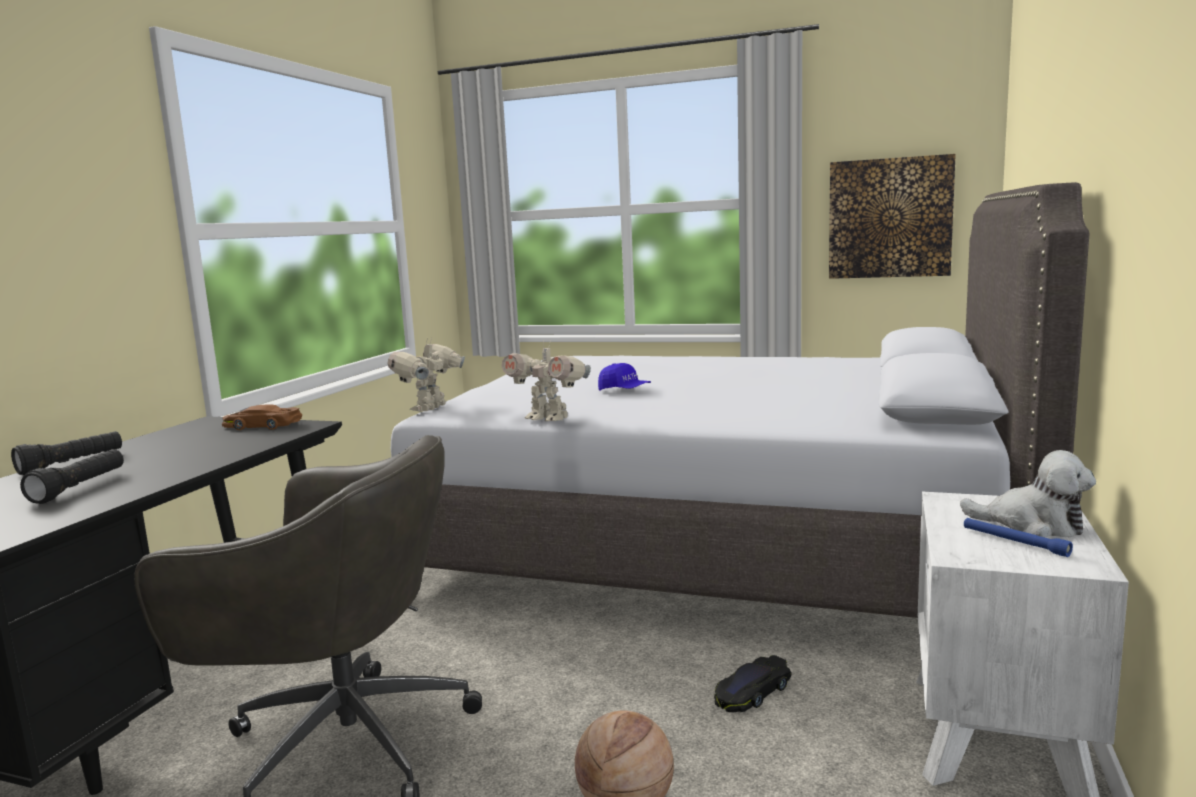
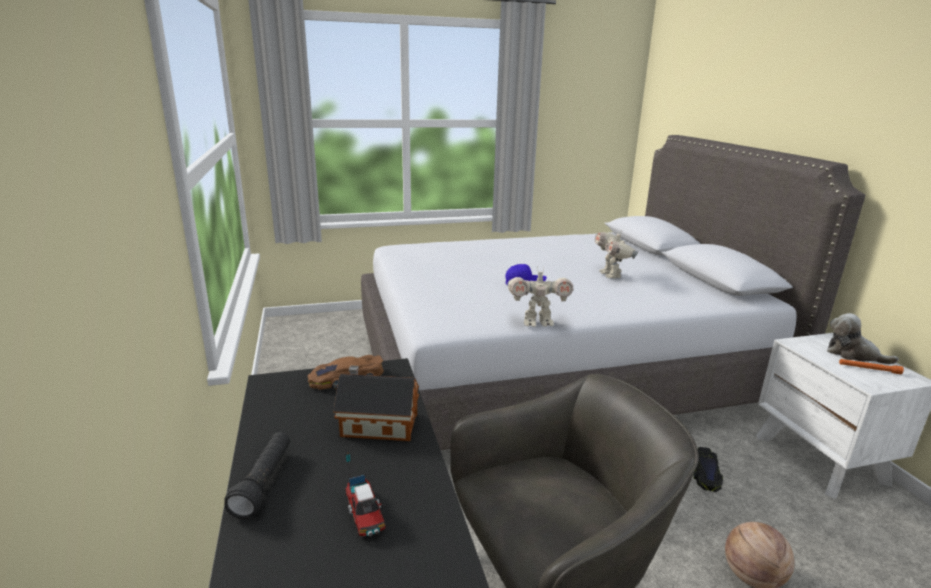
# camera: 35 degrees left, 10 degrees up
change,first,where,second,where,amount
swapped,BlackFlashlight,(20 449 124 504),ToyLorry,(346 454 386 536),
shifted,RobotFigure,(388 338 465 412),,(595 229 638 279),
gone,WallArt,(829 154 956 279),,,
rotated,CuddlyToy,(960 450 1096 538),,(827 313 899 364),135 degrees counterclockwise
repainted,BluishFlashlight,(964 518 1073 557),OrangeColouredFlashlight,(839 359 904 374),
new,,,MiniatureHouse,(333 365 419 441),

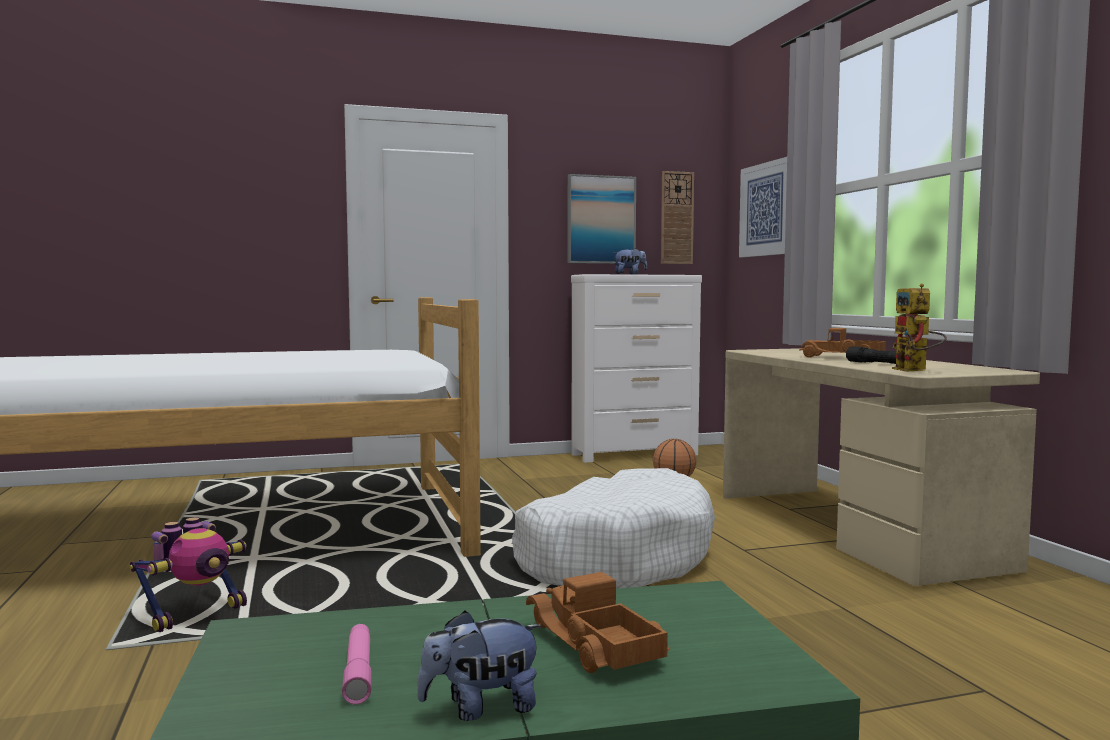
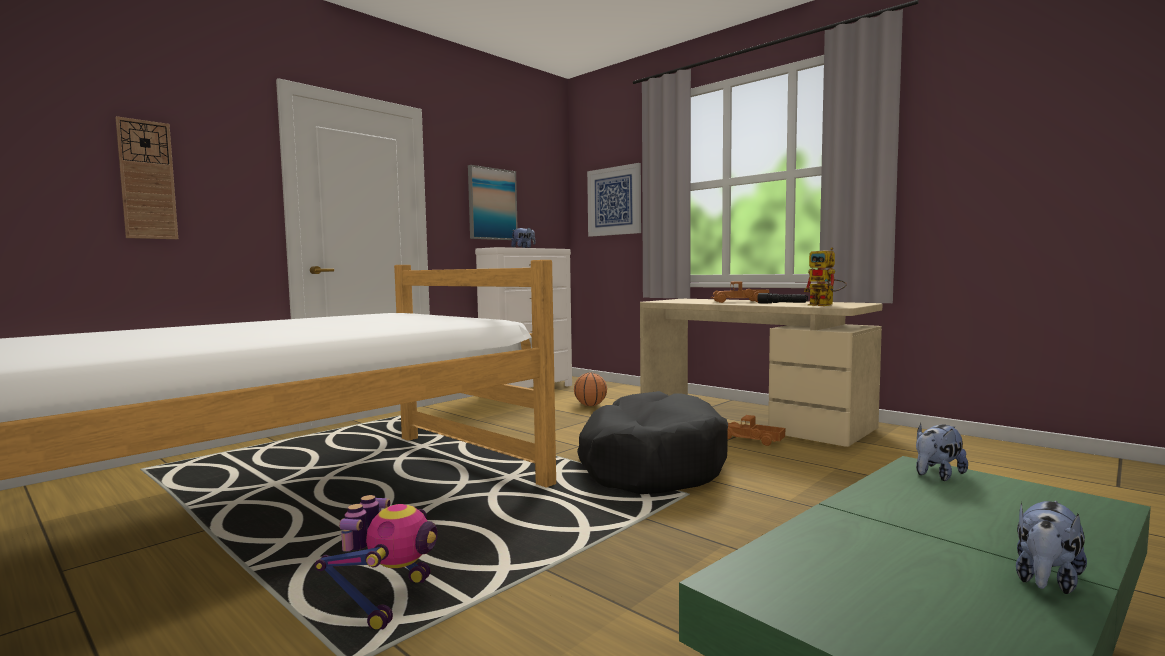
# camera: 30 degrees left, 0 degrees up
change,first,where,second,where,amount
gone,PinkColouredFlashlight,(342 624 372 704),,,
repainted,WhitishPetBed,(512 468 715 589),BlackPetBed,(577 391 728 494),
shifted,ToyLorry,(526 572 670 673),,(727 415 785 446),
shifted,WallClock,(661 171 694 264),,(116 116 178 239),
new,,,CuddlyToy,(916 423 968 481),

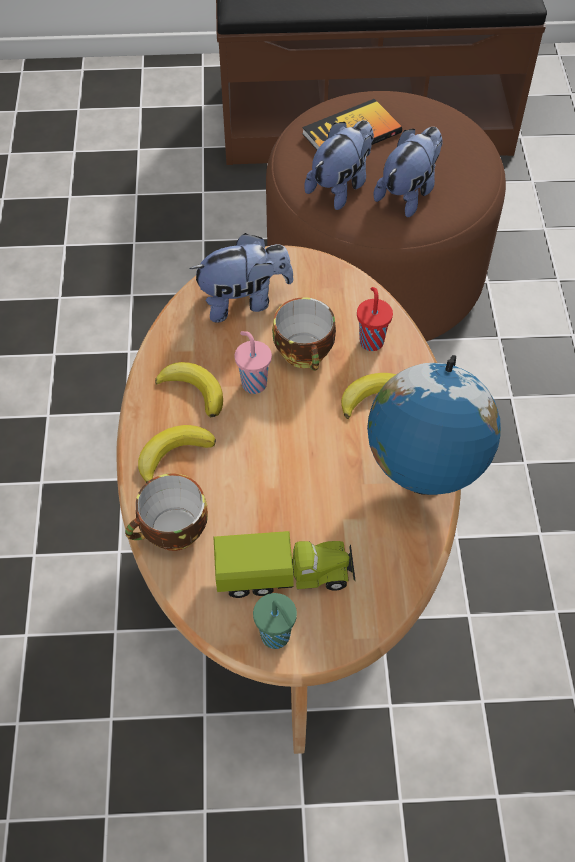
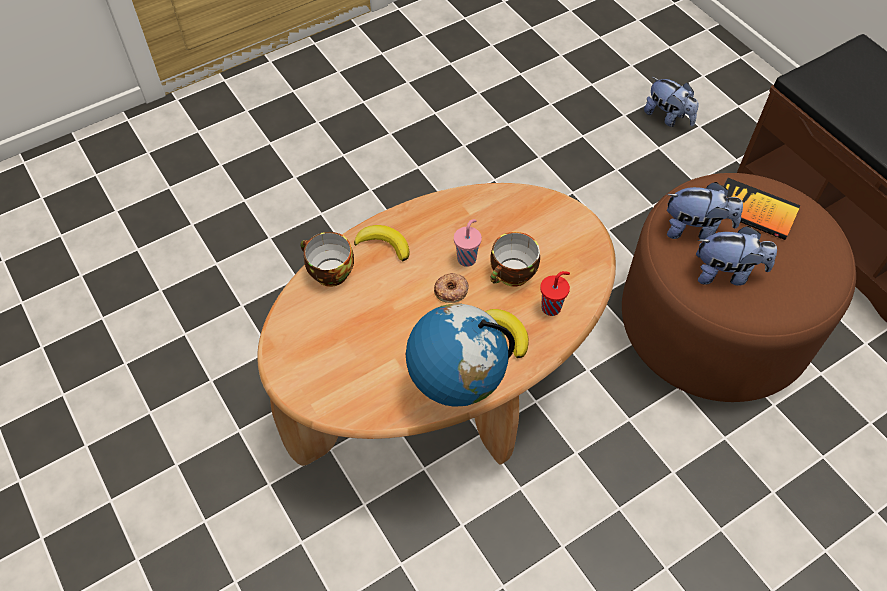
# camera: 60 degrees right, 0 degrees up
change,first,where,second,where,amount
gone,WholeBanana,(155 362 223 418),,,
shifted,CuddlyToy,(189 233 293 322),,(644 77 699 127),
gone,ToyLorry,(213 531 356 598),,,
gone,GreenCup,(253 593 297 649),,,
new,,,RingDoughnut,(434 273 469 303),

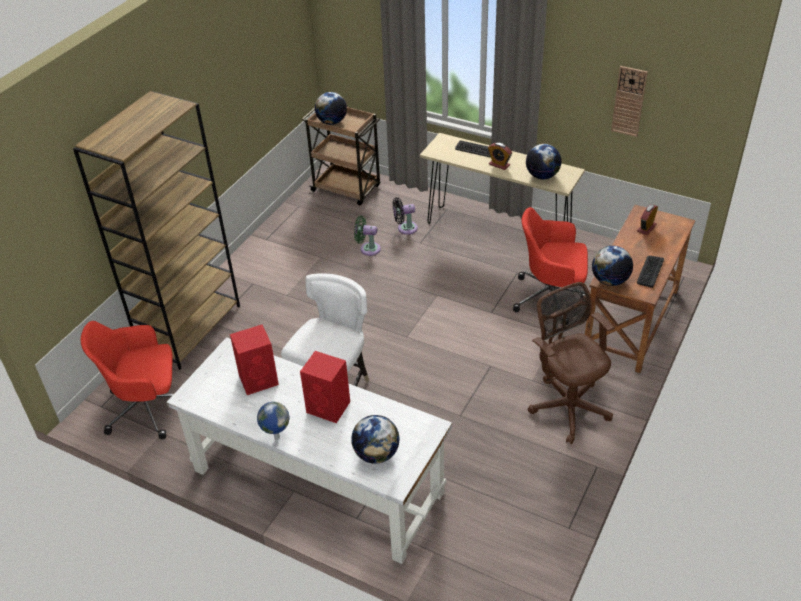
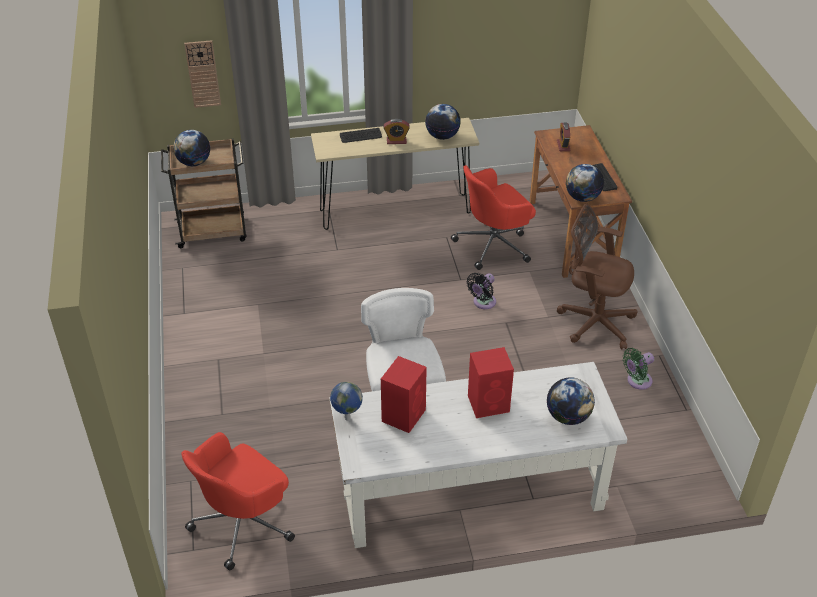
# camera: 40 degrees left, 0 degrees up
change,first,where,second,where,amount
gone,BrownishBookcase,(73 91 240 370),,,
shifted,DeskGlobe,(257 402 290 440),,(330 382 363 421),
shifted,GreenCoolingFan,(354 216 381 256),,(623 348 654 390),
shifted,BlackCoolingFan,(393 197 418 235),,(466 273 496 309),
shifted,WallClock,(611 66 648 137),,(184 40 221 108),

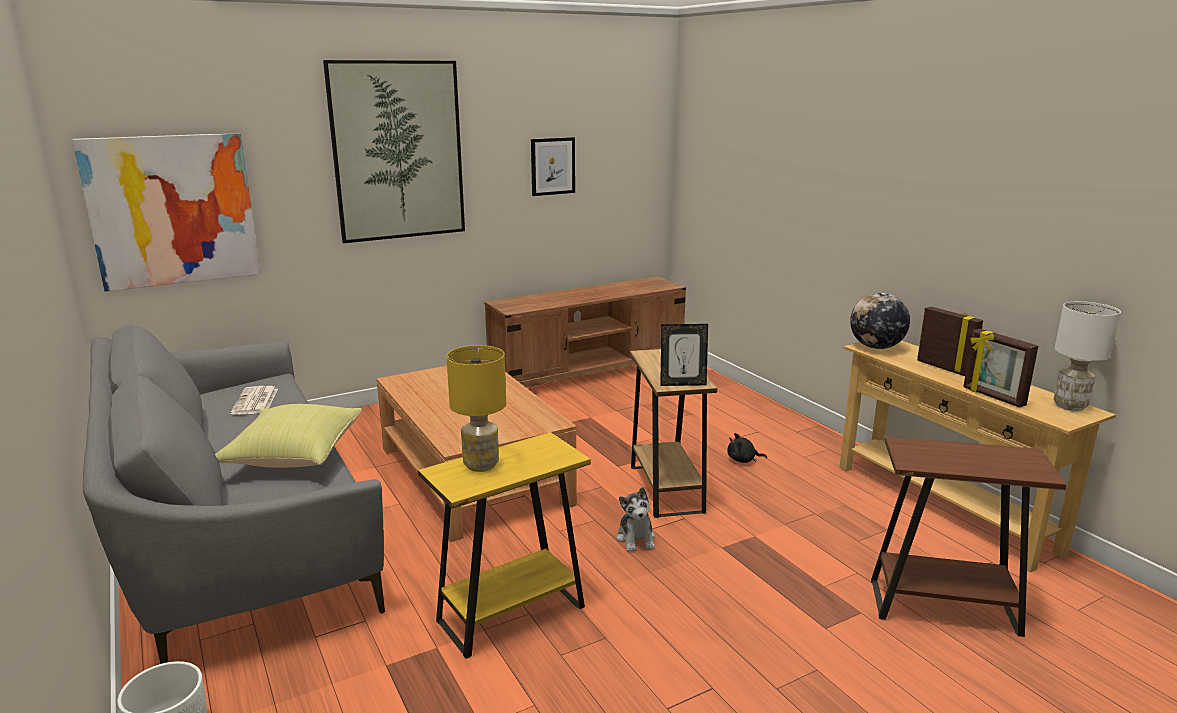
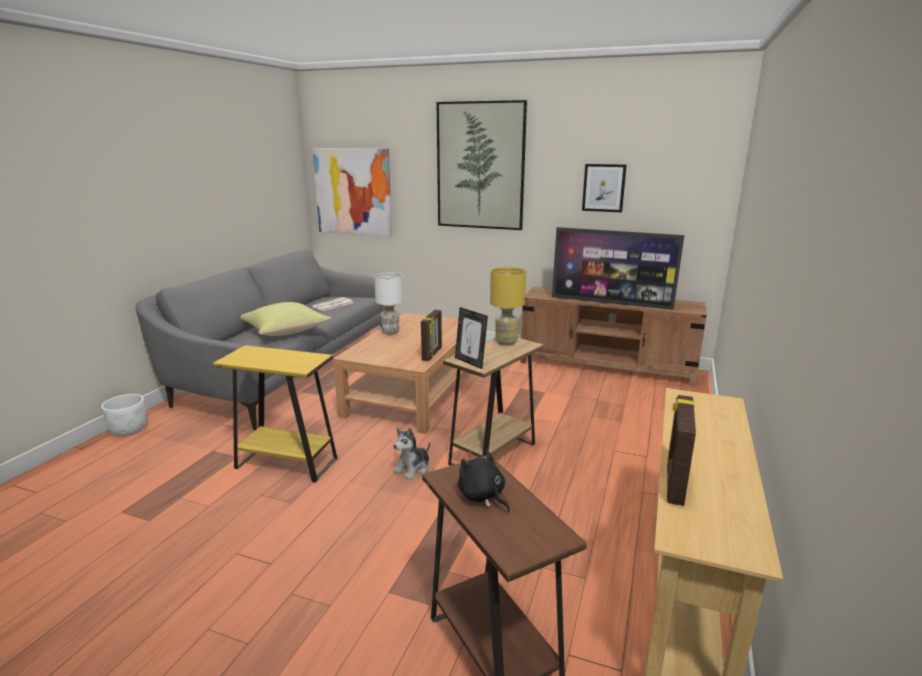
# camera: 50 degrees right, 0 degrees up
change,first,where,second,where,amount
shifted,YellowColouredTabletopLamp,(447 345 506 472),,(490 267 526 346),
shifted,BlackCuddlyToy,(727 433 767 463),,(458 449 510 512),
gone,DeskGlobe,(850 293 910 349),,,
shifted,PictureFrame,(917 307 983 376),,(421 310 442 361),
shifted,WhitishTabletopLamp,(1054 301 1121 411),,(374 273 403 335),
new,,,Tv,(552 227 684 310),

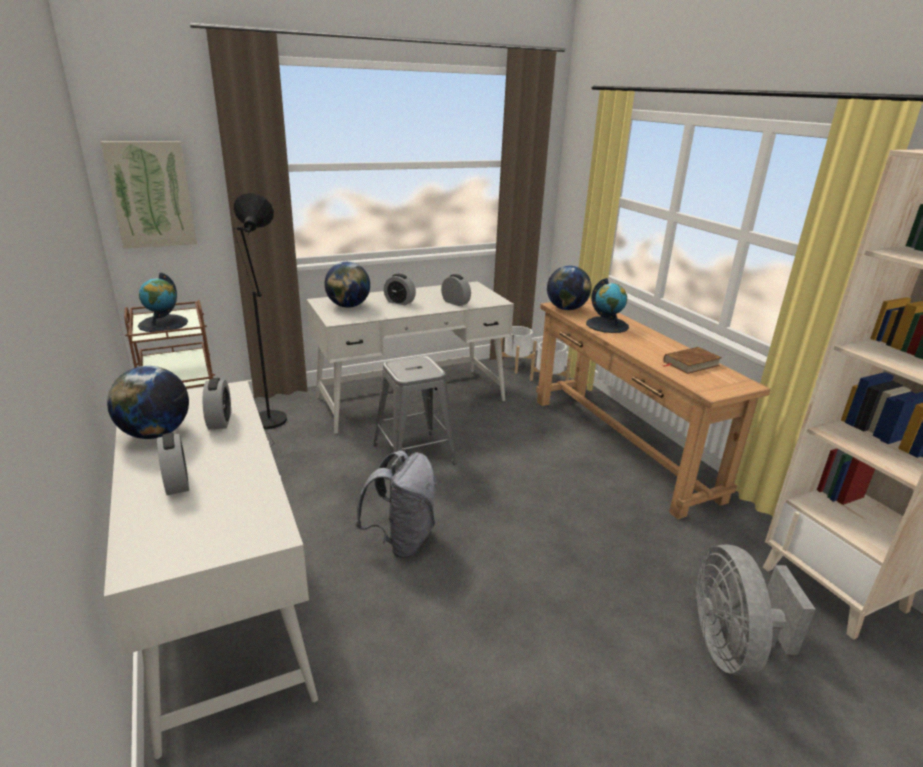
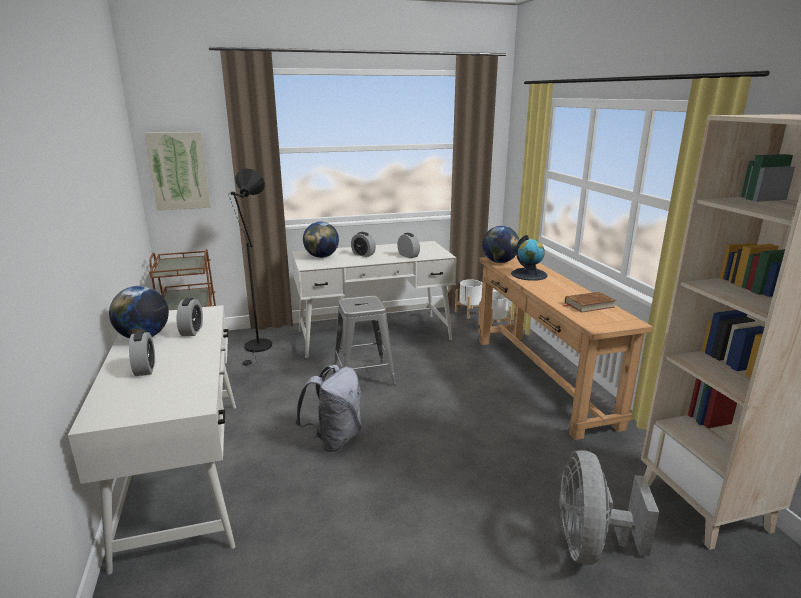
# camera: 10 degrees right, 5 degrees down
change,first,where,second,where,amount
gone,DeskGlobe,(138 273 188 332),,,

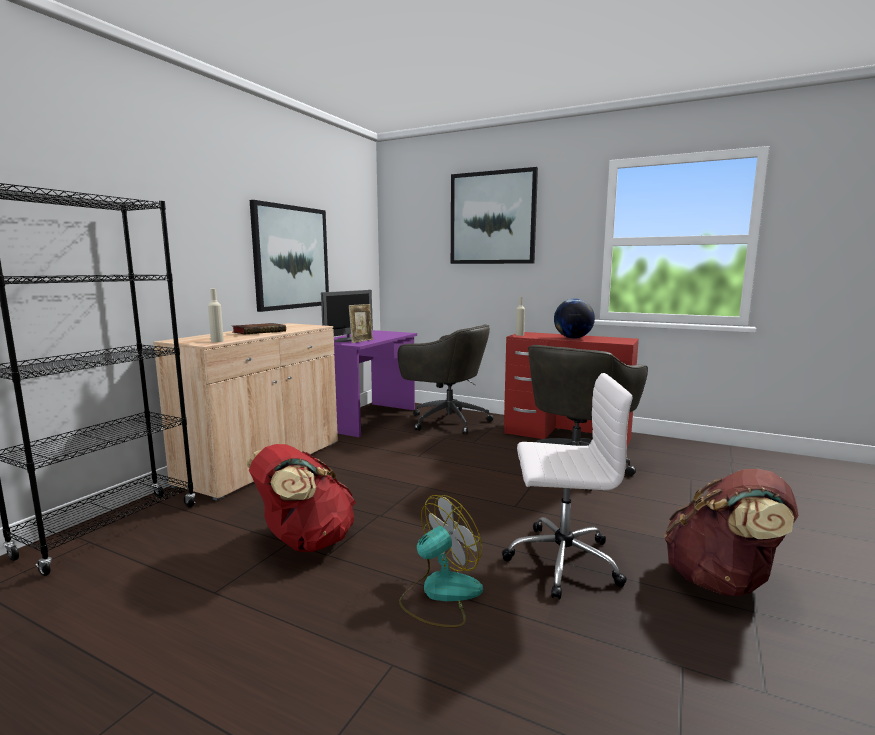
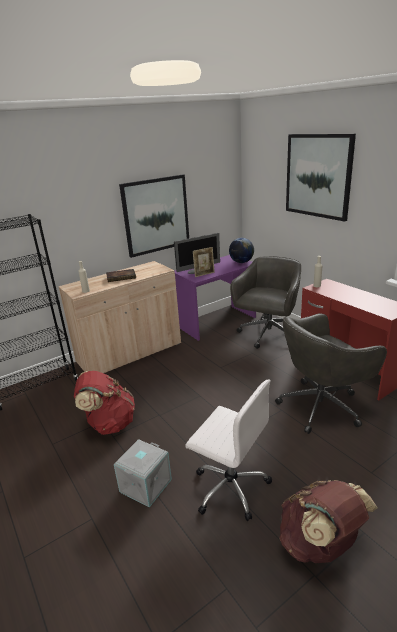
# camera: 30 degrees right, 15 degrees up
change,first,where,second,where,amount
rotated,GrayComputerChair,(398 324 493 434),,(230 256 301 349),120 degrees counterclockwise
swapped,CoolingFan,(399 495 483 628),GrayStorageContainer,(114 439 172 508),
shifted,DeskGlobe,(554 299 595 339),,(229 238 254 263),

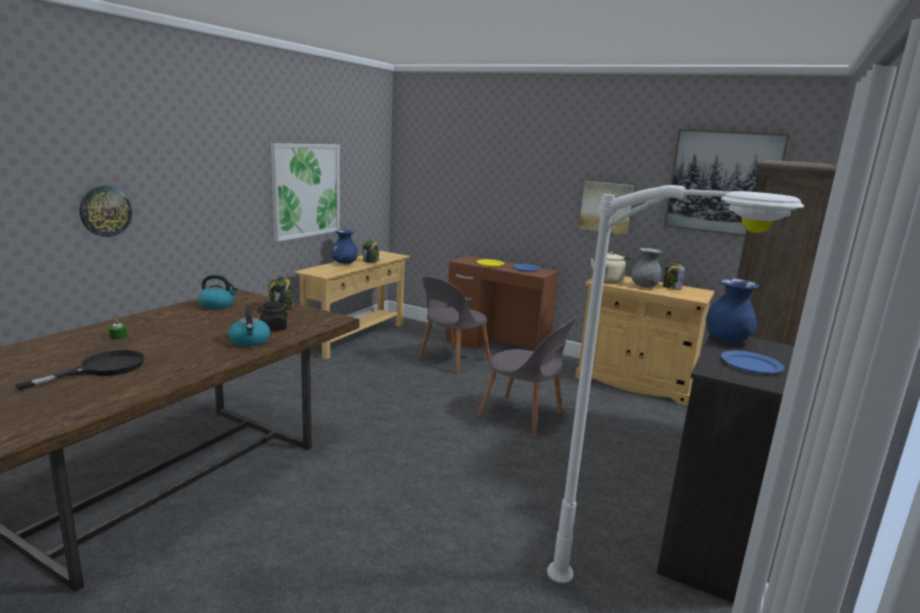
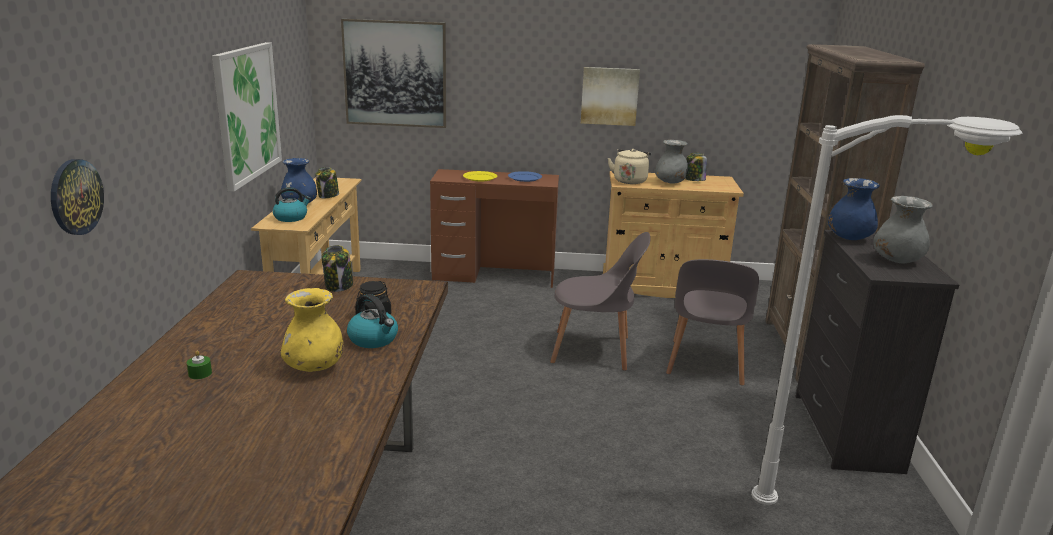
# camera: 25 degrees left, 5 degrees up
change,first,where,second,where,amount
gone,BlackFryingPan,(15 350 145 390),,,
shifted,TeaKettle,(199 274 238 309),,(273 187 311 222),
shifted,GrayUprightChair,(419 277 491 374),,(666 259 759 386),
shifted,WallArt,(664 129 790 236),,(341 19 446 128),
swapped,BluishPlate,(721 351 784 374),GrayFlowerVase,(873 196 933 263),
new,,,YellowColouredFlowerVase,(280 288 343 372),

